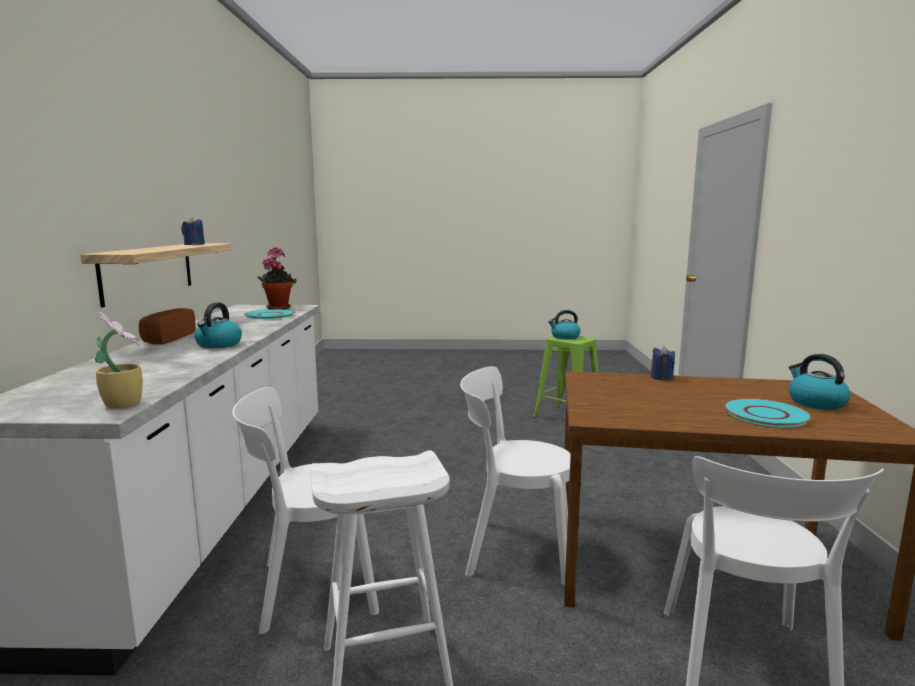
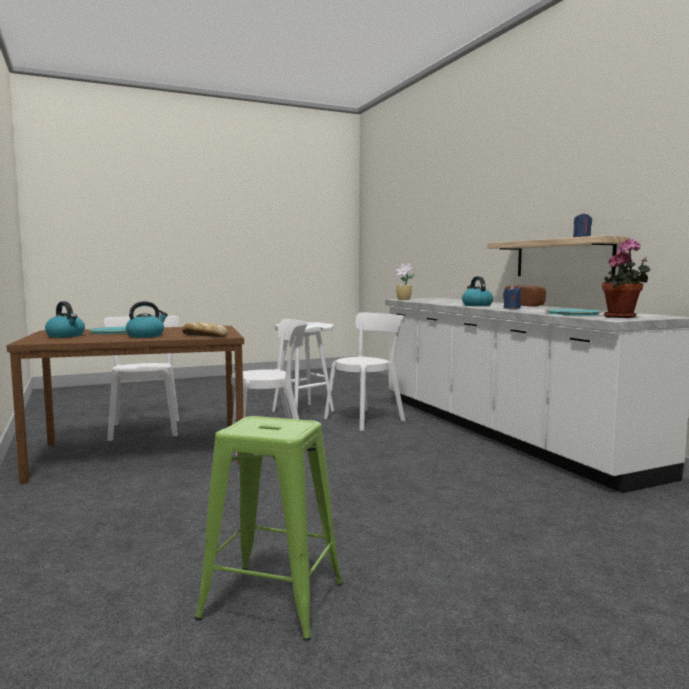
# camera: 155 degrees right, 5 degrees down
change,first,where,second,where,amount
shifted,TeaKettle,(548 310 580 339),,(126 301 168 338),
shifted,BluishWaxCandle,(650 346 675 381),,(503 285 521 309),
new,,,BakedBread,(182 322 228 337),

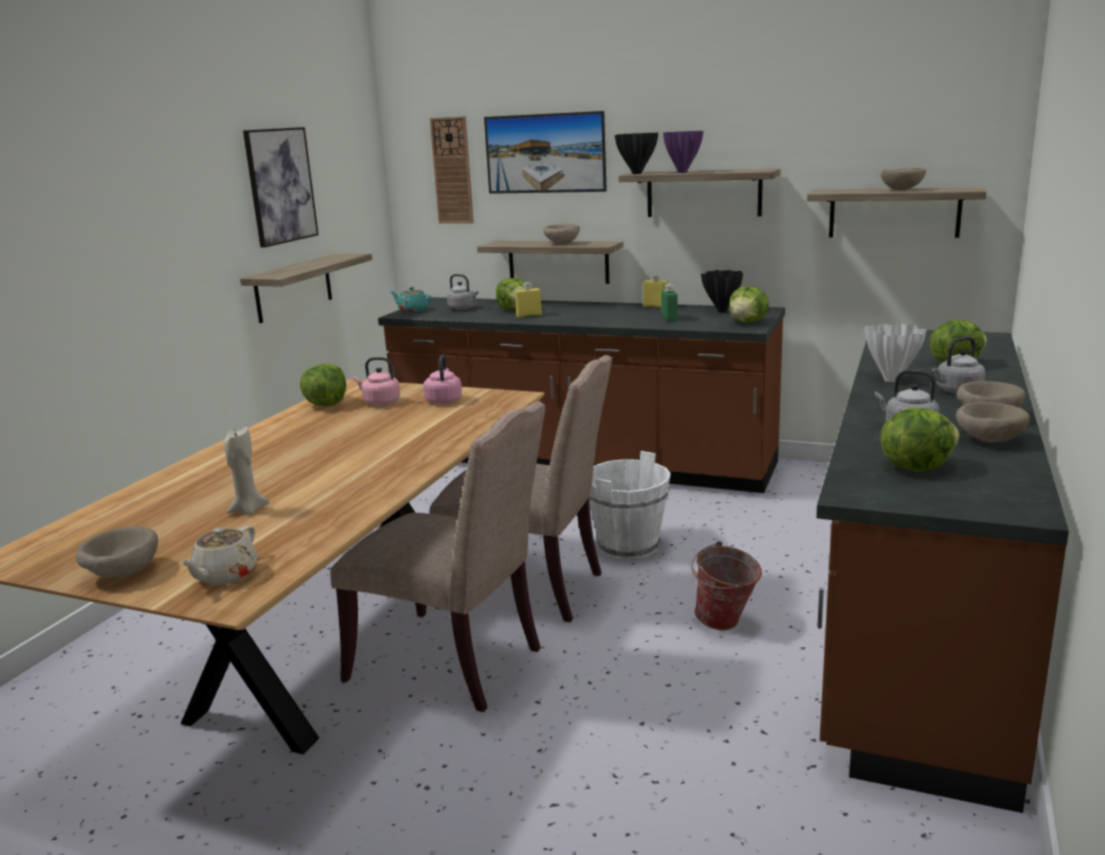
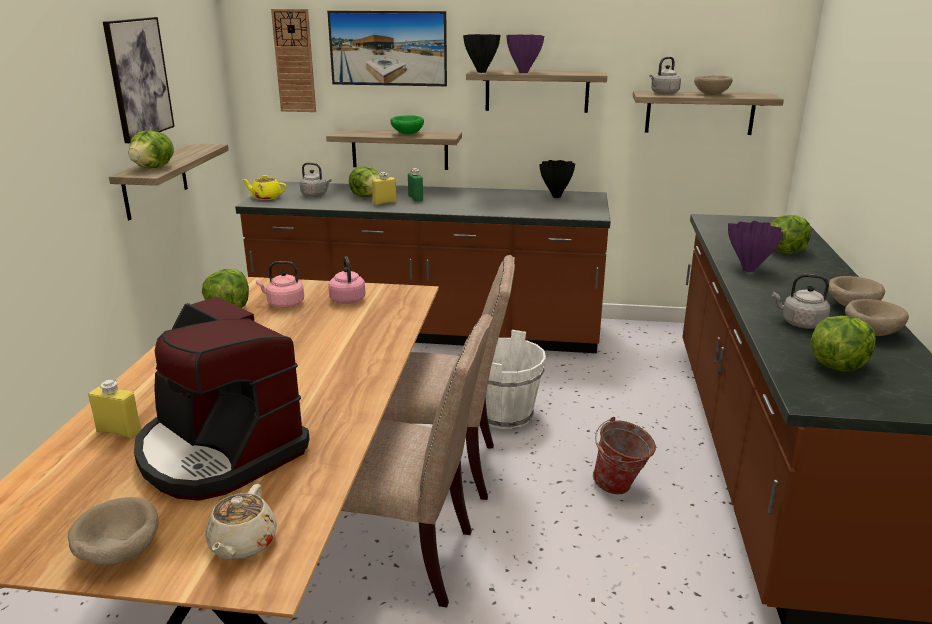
# camera: 15 degrees left, 5 degrees up
change,first,where,second,where,amount
swapped,SandColouredWaxCandle,(224 427 270 515),CoffeeBrewer,(134 297 309 501),
repainted,BlueGreenTeaPot,(390 287 432 313),YellowColouredTeaPot,(242 175 287 200),
repainted,SandColouredBowl,(543 224 580 244),GreenBowl,(390 115 424 134),
shifted,YellowColouredBottle,(643 274 668 308),,(88 380 141 439),
shifted,GreenBottle,(661 284 678 322),,(408 168 423 202),
shifted,LettuceHead,(729 286 769 323),,(128 130 174 168),
repainted,WhitishFlowerVase,(865 323 926 382),PurpleColouredFlowerVase,(728 221 783 272),
shifted,GrayTeaKettle,(931 337 985 393),,(649 57 681 94),

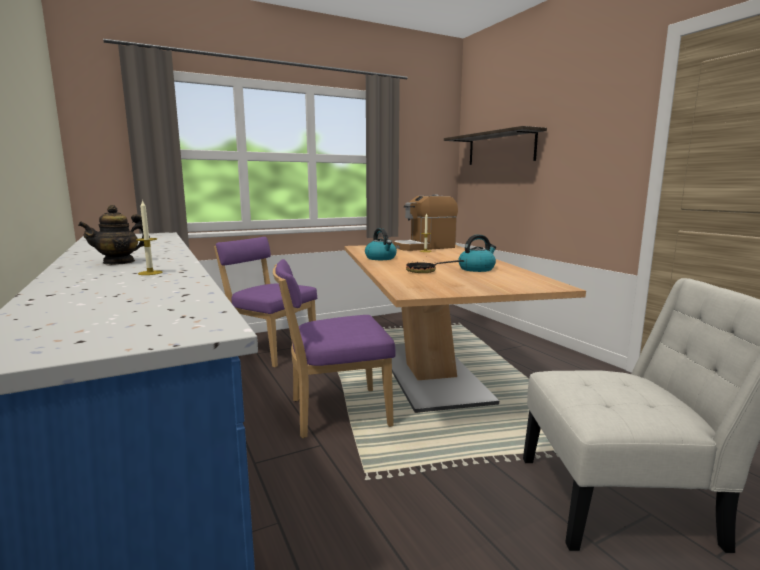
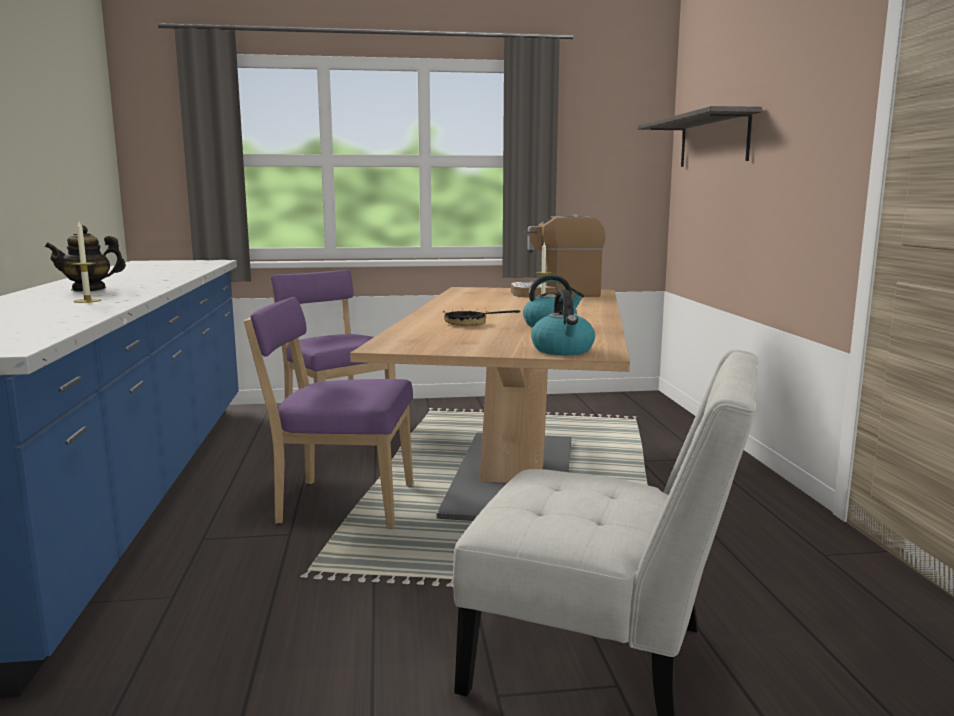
# camera: 20 degrees right, 0 degrees up
change,first,where,second,where,amount
shifted,TeaKettle,(365 228 397 260),,(531 290 595 355),

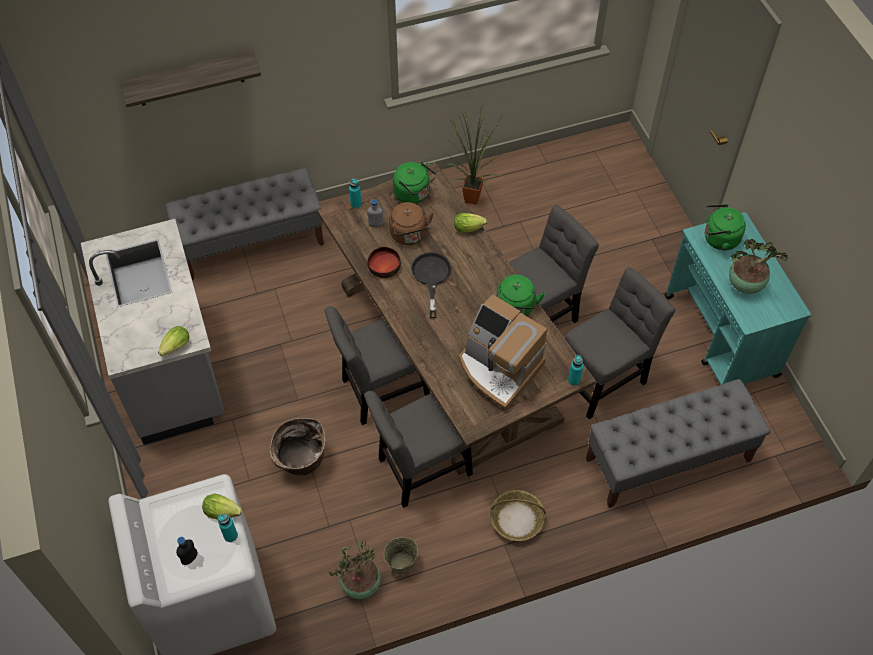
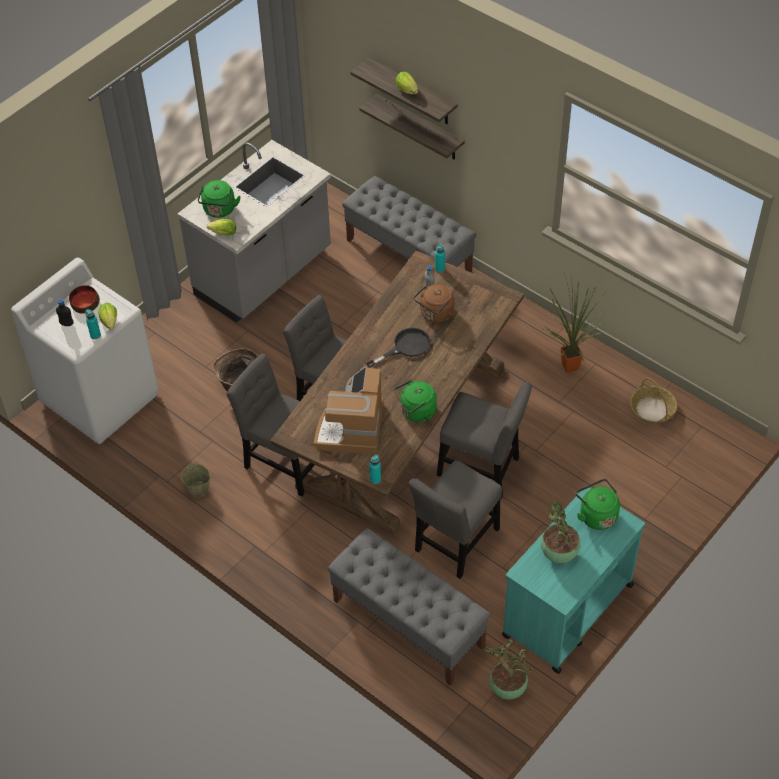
# camera: 60 degrees right, 5 degrees down
change,first,where,second,where,amount
shifted,PottedPlant,(329 541 381 599),,(486 639 534 700),
shifted,Bowl,(368 247 401 278),,(69 285 100 314),
shifted,GreenTeaKettle,(393 162 436 203),,(198 180 241 218),
shifted,LettuceHead,(454 213 487 233),,(396 72 418 94),
shifted,StorageBasket,(490 490 546 541),,(630 378 677 424),
rotated,GrayUprightChair,(565 267 675 419),,(409 460 502 579),105 degrees clockwise
new,,,Shelf,(359 93 465 159),

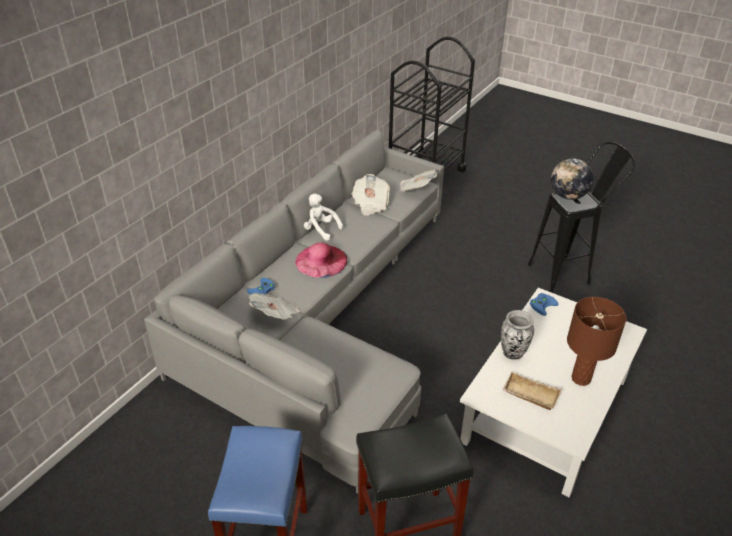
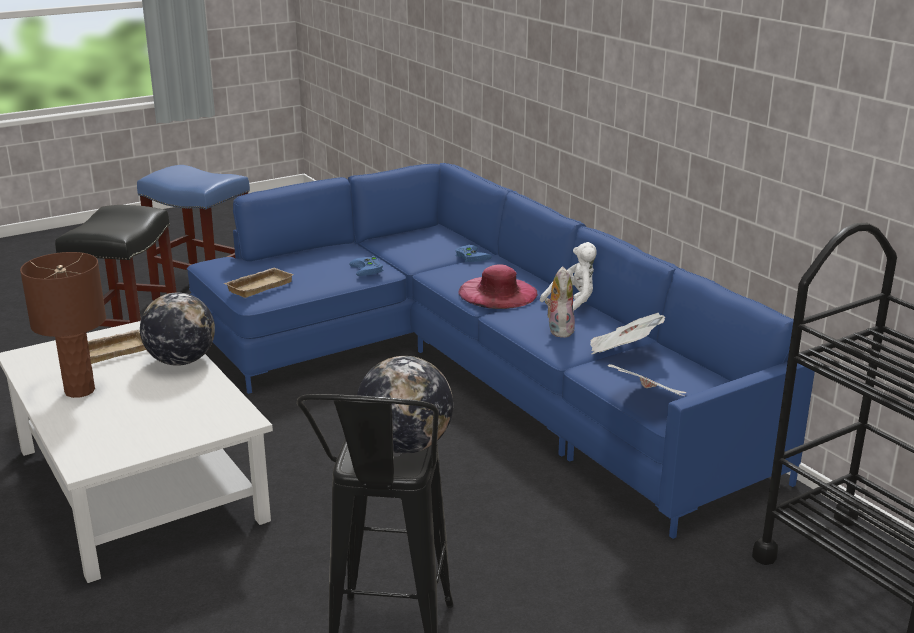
# camera: 115 degrees right, 15 degrees down
change,first,where,second,where,amount
repainted,GraySettee,(144 129 444 494),BluishSettee,(187 163 815 539),
gone,PrintedPaper,(248 293 300 320),,,
swapped,FlowerVase,(501 310 534 360),DeskGlobe,(140 293 215 366),
shifted,BluishJoypad,(530 293 559 316),,(349 256 384 276),
new,,,SandColouredCarryingTray,(224 268 294 298),
new,,,CuddlyToy,(545 266 575 338),

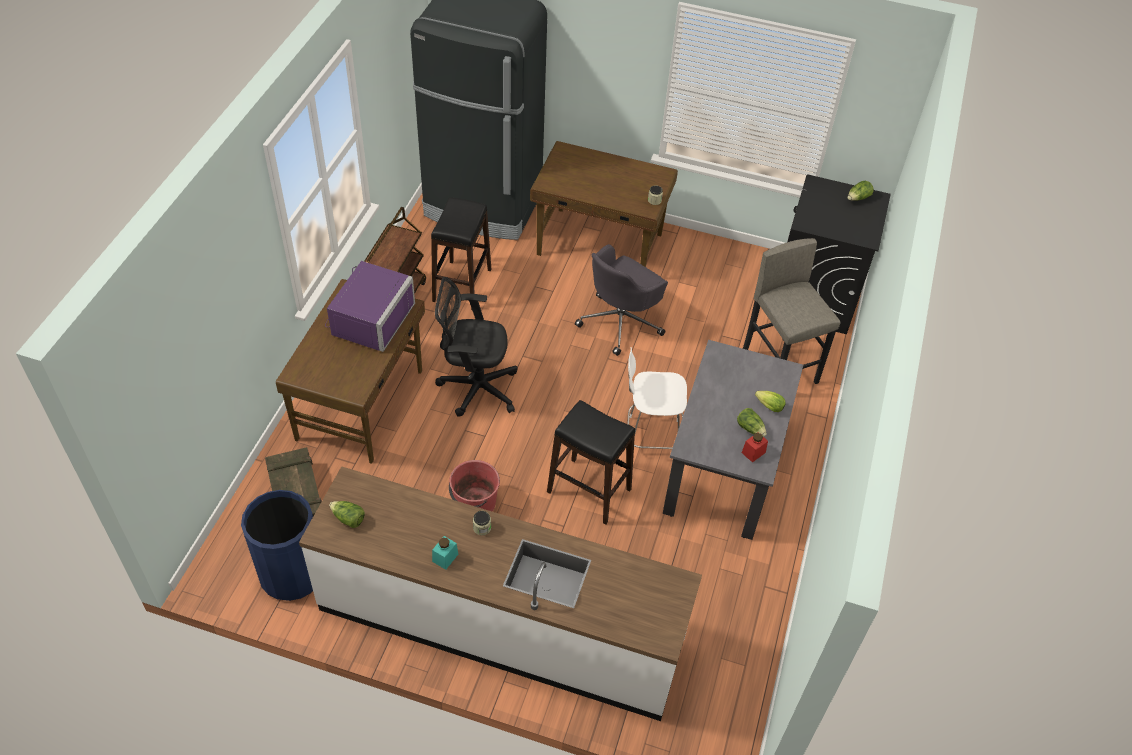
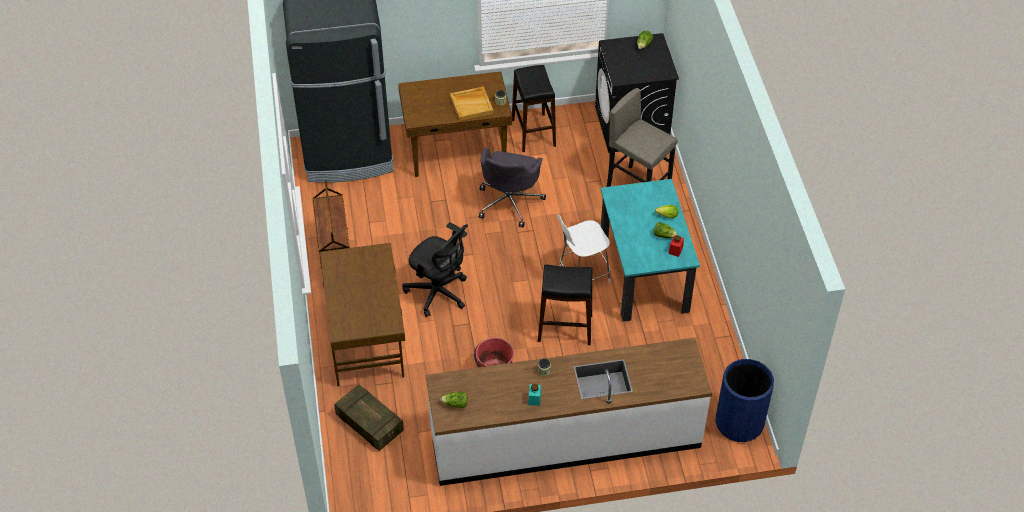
# camera: 25 degrees left, 0 degrees up
change,first,where,second,where,amount
shifted,BluishTrashCan,(241 490 313 601),,(715 359 774 442),
gone,PurpleColouredMicrowave,(325 261 415 352),,,
shifted,BlackStool,(431 197 491 310),,(512 65 556 152),
rotated,BlackComputerChair,(435 277 518 417),,(402 222 468 317),120 degrees counterclockwise
repainted,GrayDiningTable,(663 340 803 540),BlueGreenDiningTable,(601 179 700 321),
new,,,SandColouredCarryingTray,(450 86 493 121),

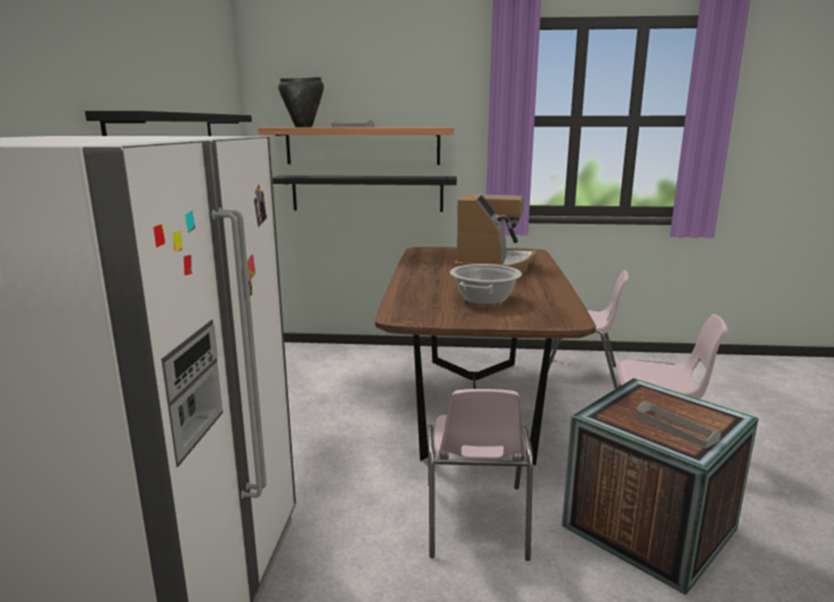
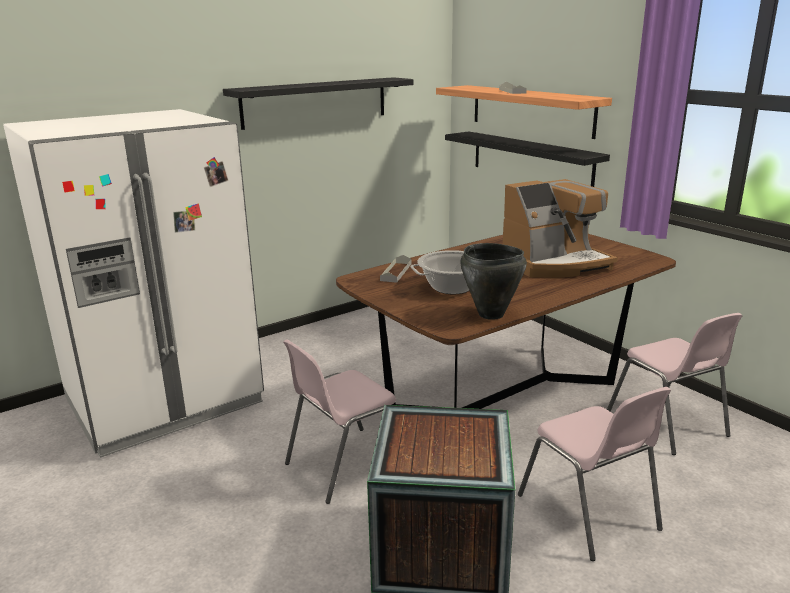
# camera: 50 degrees right, 5 degrees up
change,first,where,second,where,amount
shifted,BlackSaucepot,(278 77 324 127),,(460 243 527 320),
shifted,GrayCarryingTray,(636 401 721 449),,(380 255 412 283),

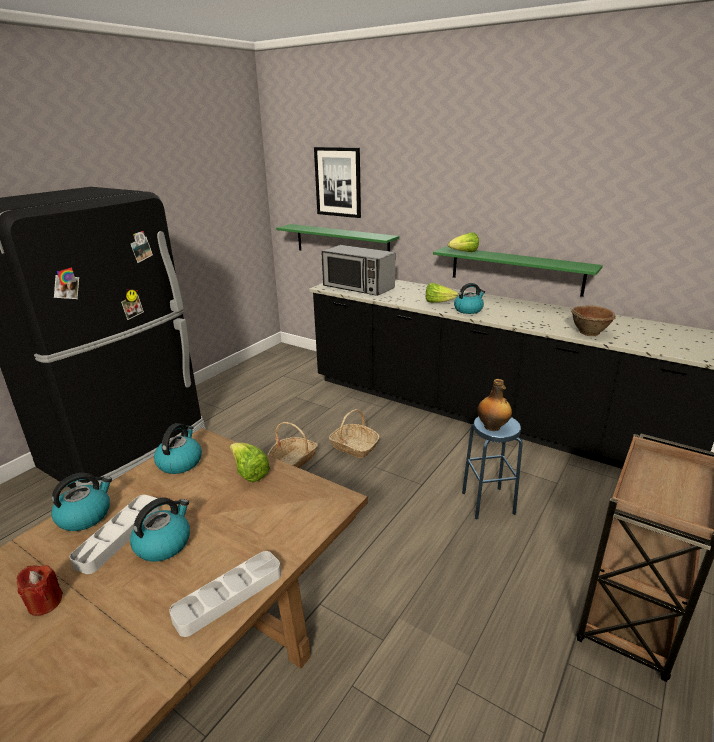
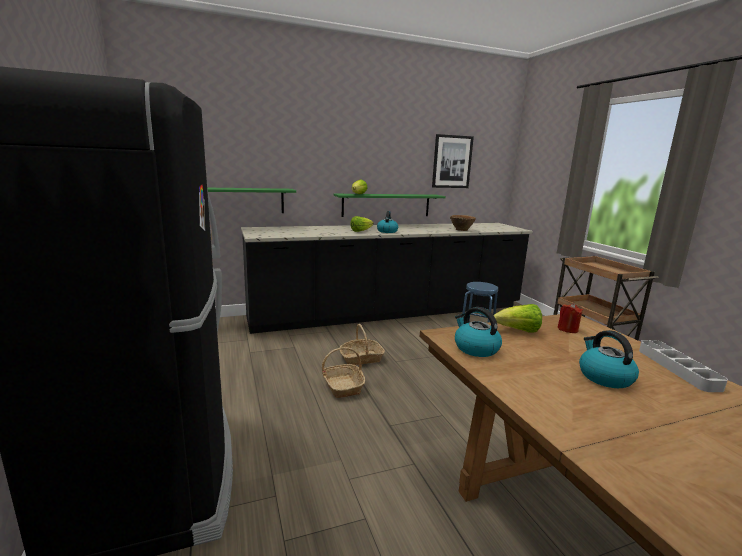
# camera: 55 degrees left, 10 degrees down
change,first,where,second,where,amount
shifted,ReddishWaxCandle,(17 565 63 616),,(558 303 583 333),
gone,TeaKettle,(51 473 112 531),,,
gone,GrayCarryingTray,(70 495 160 574),,,
shifted,WallArt,(314 147 361 218),,(432 134 474 188),
gone,Microwave,(321 245 395 296),,,
gone,Bottle,(477 379 512 431),,,

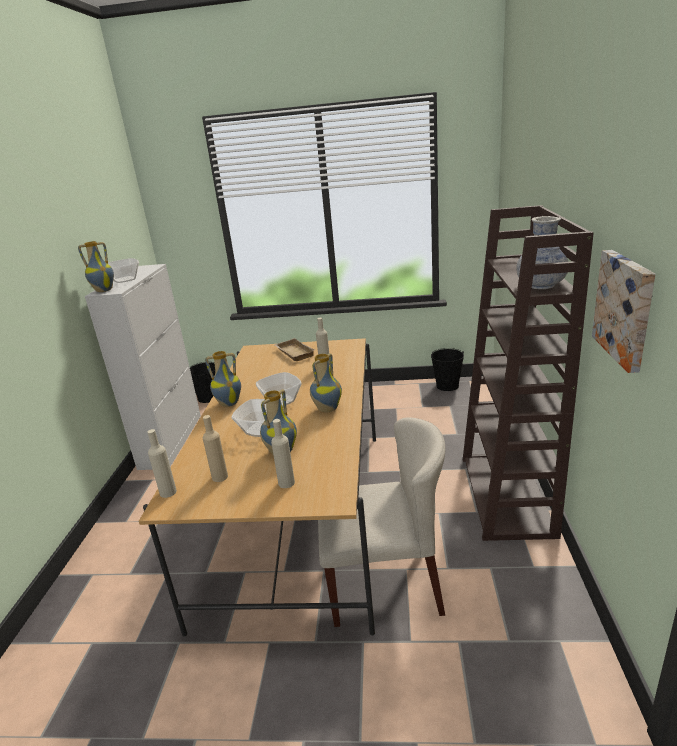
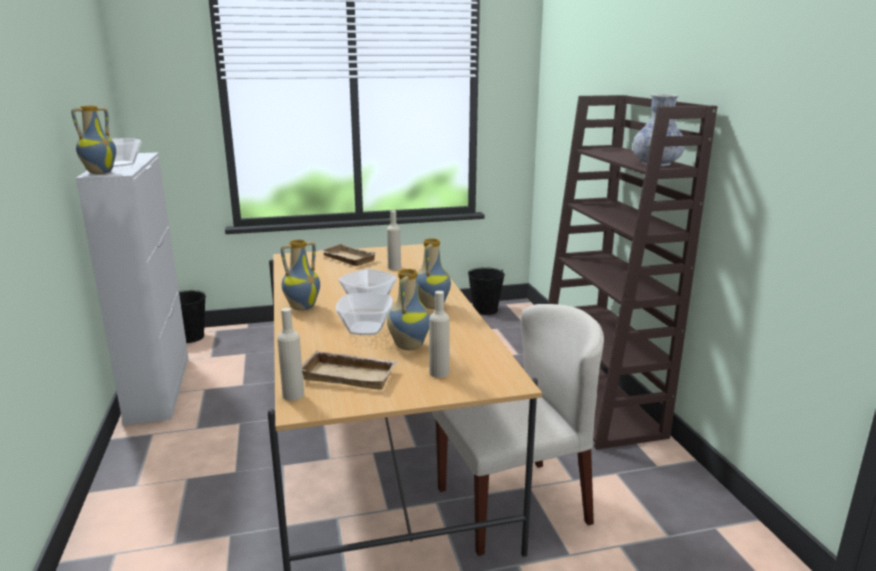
# camera: 20 degrees left, 5 degrees down
change,first,where,second,where,amount
swapped,SandColouredBottle,(203 415 228 482),SandColouredCarryingTray,(302 351 397 390),
gone,WallArt,(592 250 655 373),,,

